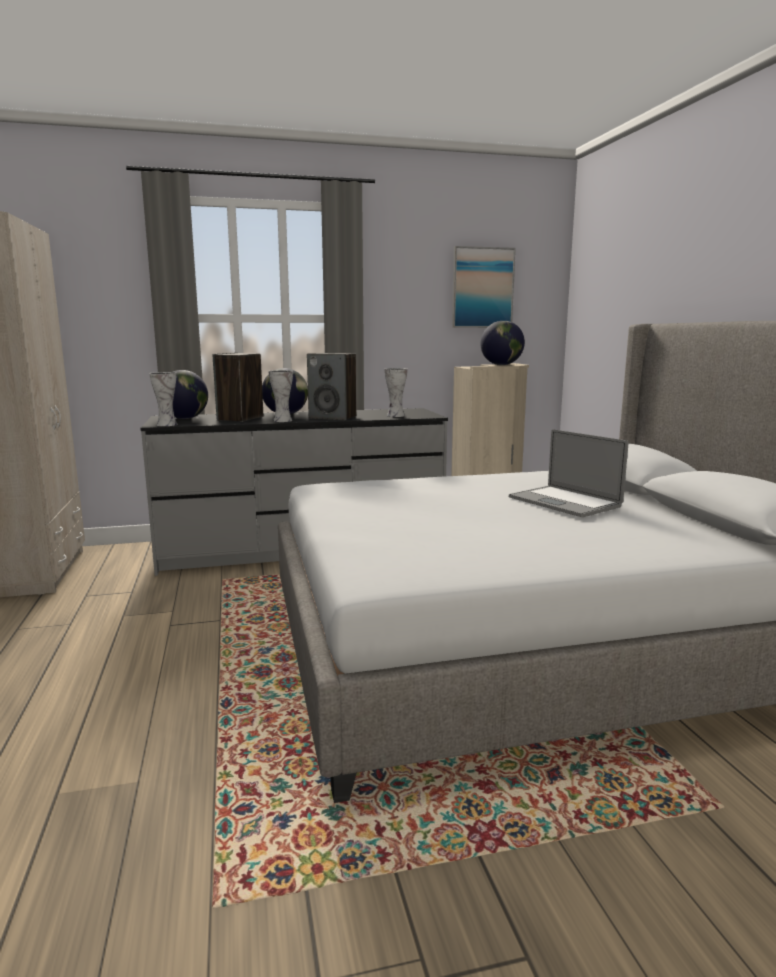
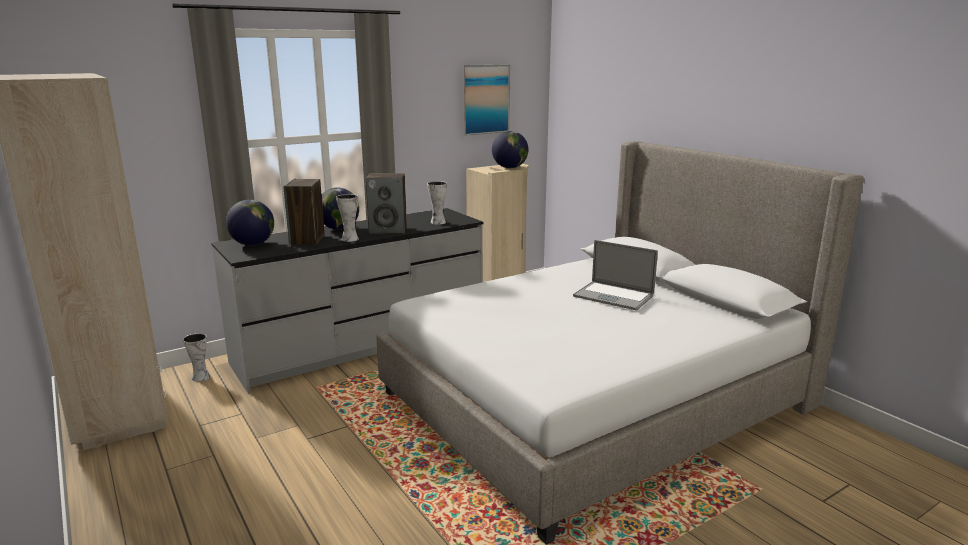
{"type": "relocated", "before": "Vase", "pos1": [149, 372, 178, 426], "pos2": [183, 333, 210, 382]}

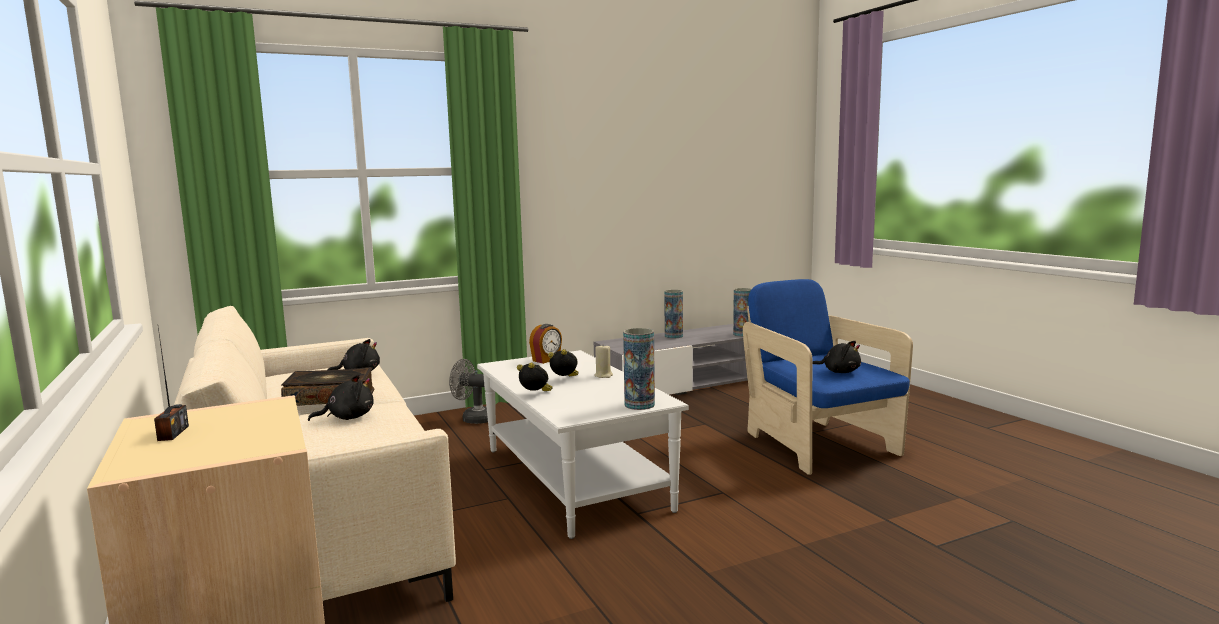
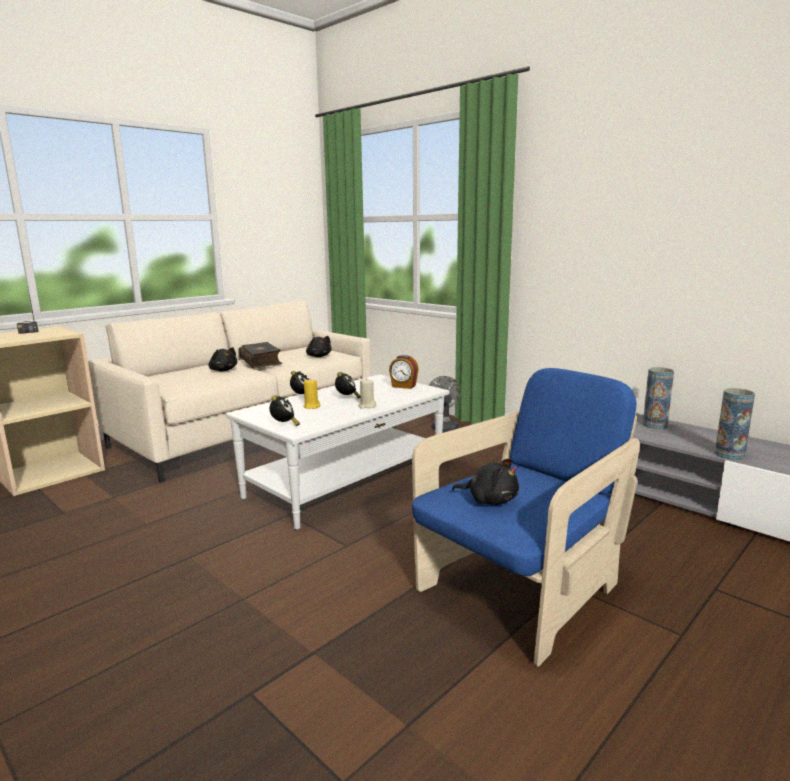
{"type": "exchanged", "before": "Vase", "after": "Wecker", "pos1": [623, 328, 655, 410], "pos2": [270, 395, 300, 426]}
{"type": "appeared", "after": "Kerze (gelb)", "pos2": [303, 378, 320, 409]}
{"type": "spun", "before": "Plüschtier (schwarz)", "pos1": [813, 341, 861, 373], "pos2": [452, 458, 519, 505], "turn": -75}

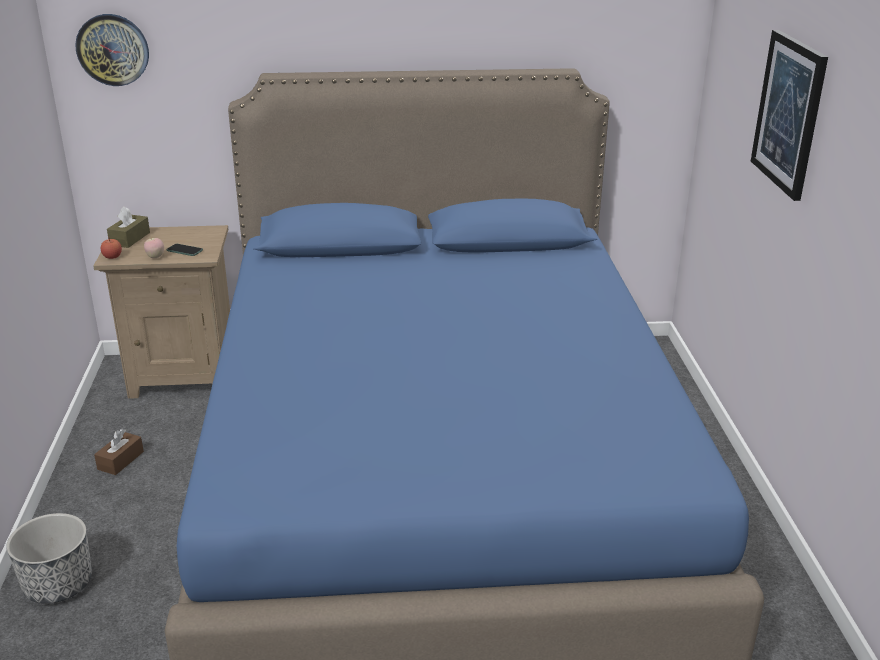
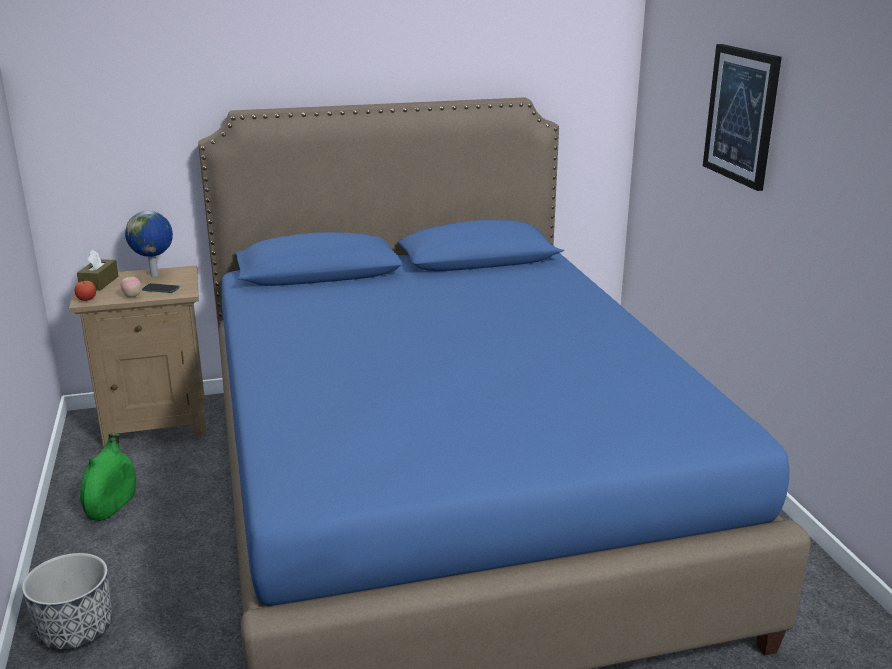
{"type": "exchanged", "before": "Taschentuchbox (braun)", "after": "Vase (grün)", "pos1": [94, 429, 144, 475], "pos2": [80, 433, 136, 521]}
{"type": "appeared", "after": "Globus", "pos2": [125, 211, 173, 277]}
{"type": "missing", "before": "Wanduhr", "pos1": [75, 14, 149, 86]}

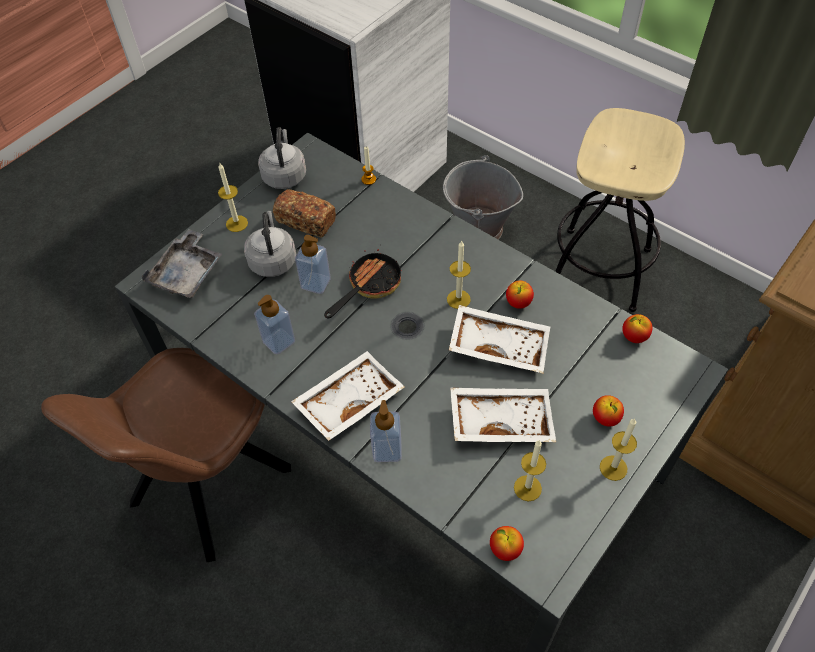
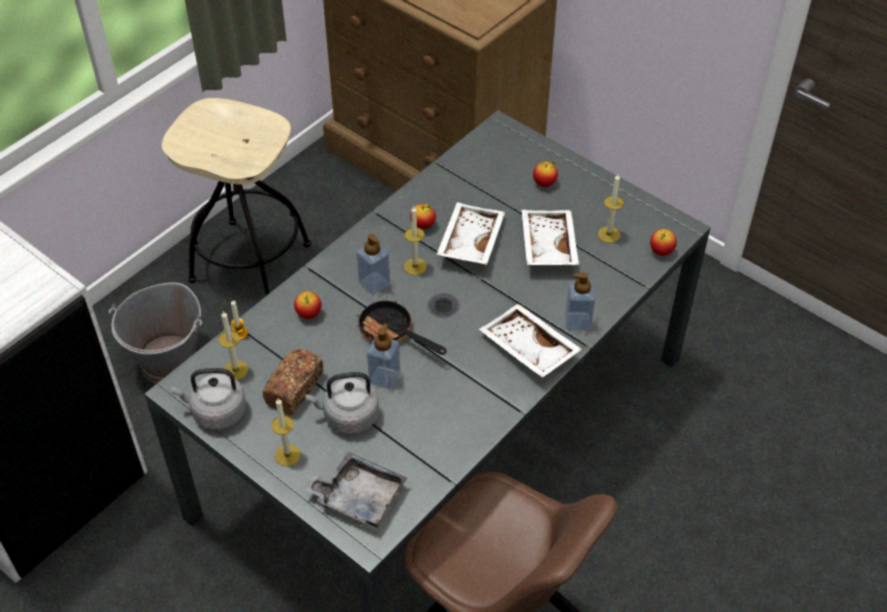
{"type": "relocated", "before": "Kerze", "pos1": [600, 418, 637, 481], "pos2": [218, 311, 248, 380]}
{"type": "relocated", "before": "Apfel", "pos1": [622, 314, 652, 343], "pos2": [294, 291, 321, 319]}
{"type": "relocated", "before": "Seifenspender", "pos1": [254, 295, 295, 355], "pos2": [356, 234, 390, 295]}

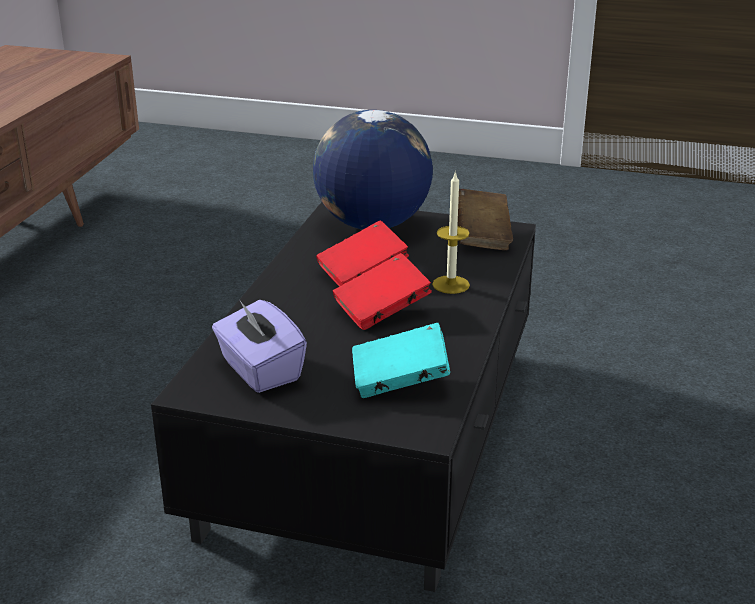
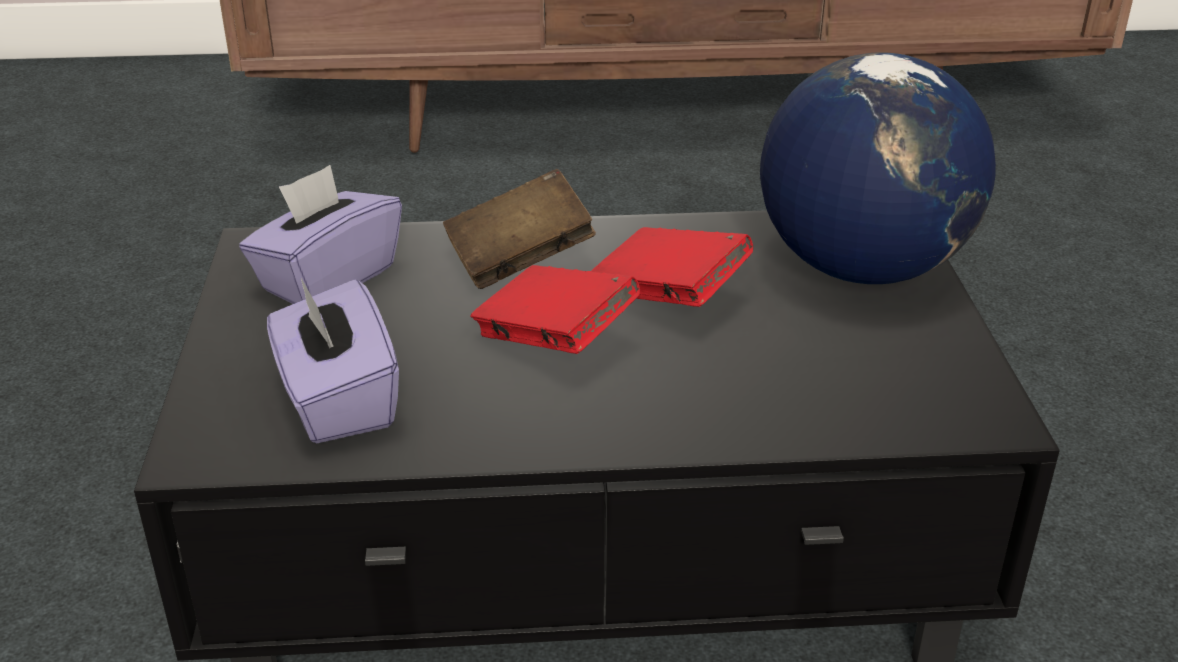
{"type": "exchanged", "before": "Buch (türkis)", "after": "Taschentuchbox (lila)", "pos1": [352, 323, 450, 398], "pos2": [267, 278, 399, 443]}
{"type": "relocated", "before": "Buch (braun)", "pos1": [458, 189, 513, 250], "pos2": [443, 169, 596, 289]}
{"type": "missing", "before": "Kerze", "pos1": [432, 171, 470, 294]}

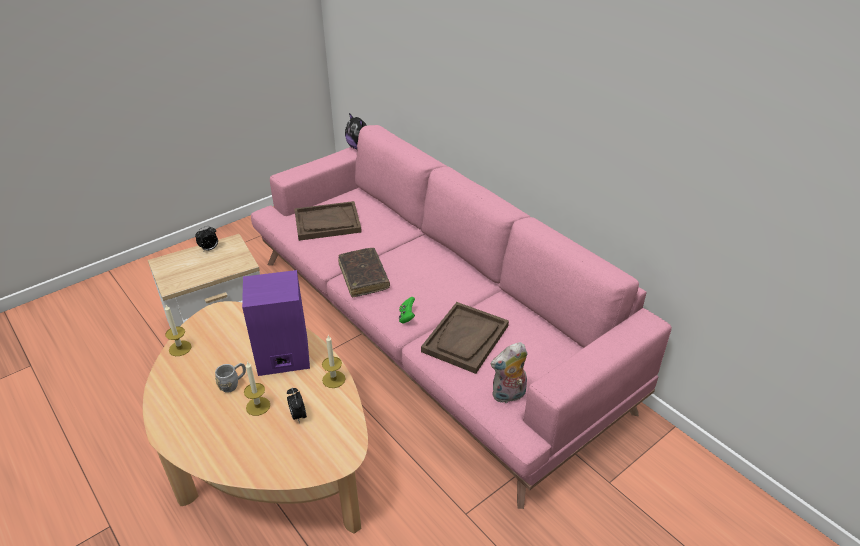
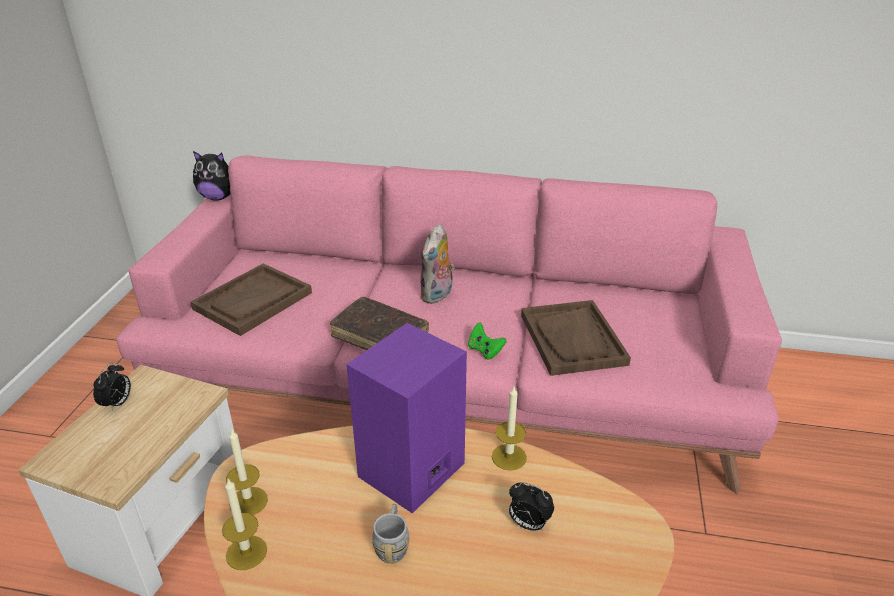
{"type": "relocated", "before": "Kerze", "pos1": [244, 361, 270, 416], "pos2": [226, 428, 268, 515]}
{"type": "relocated", "before": "Plüschtier", "pos1": [491, 342, 527, 403], "pos2": [420, 224, 455, 304]}

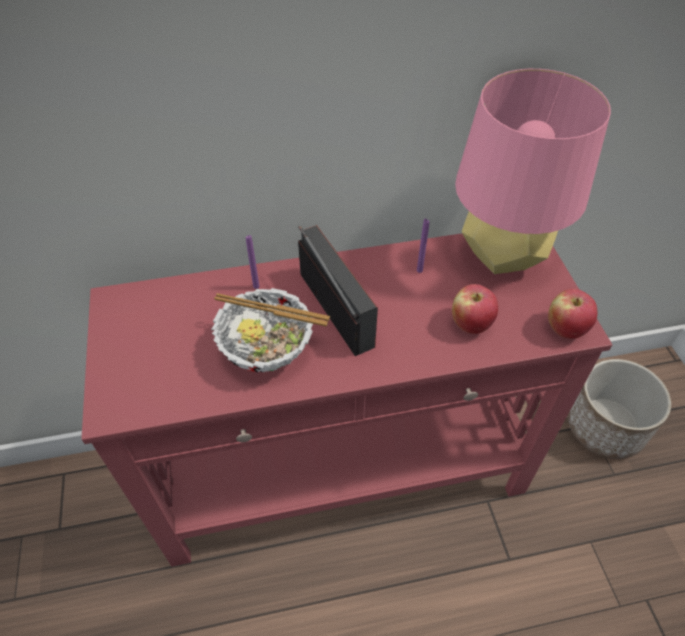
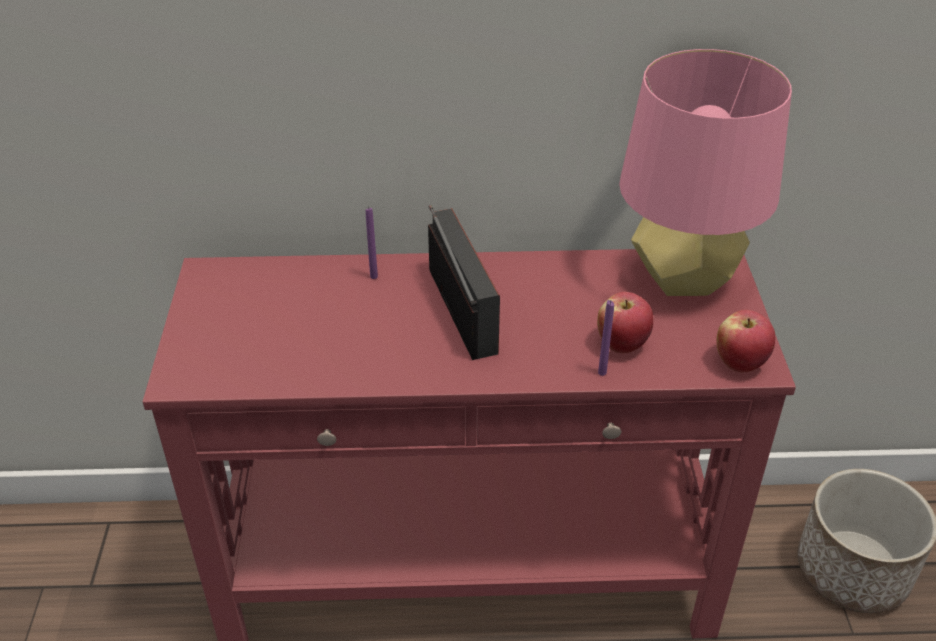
{"type": "relocated", "before": "Kerze (lila)", "pos1": [417, 219, 429, 273], "pos2": [598, 300, 614, 376]}
{"type": "missing", "before": "Schüssel", "pos1": [211, 288, 330, 372]}

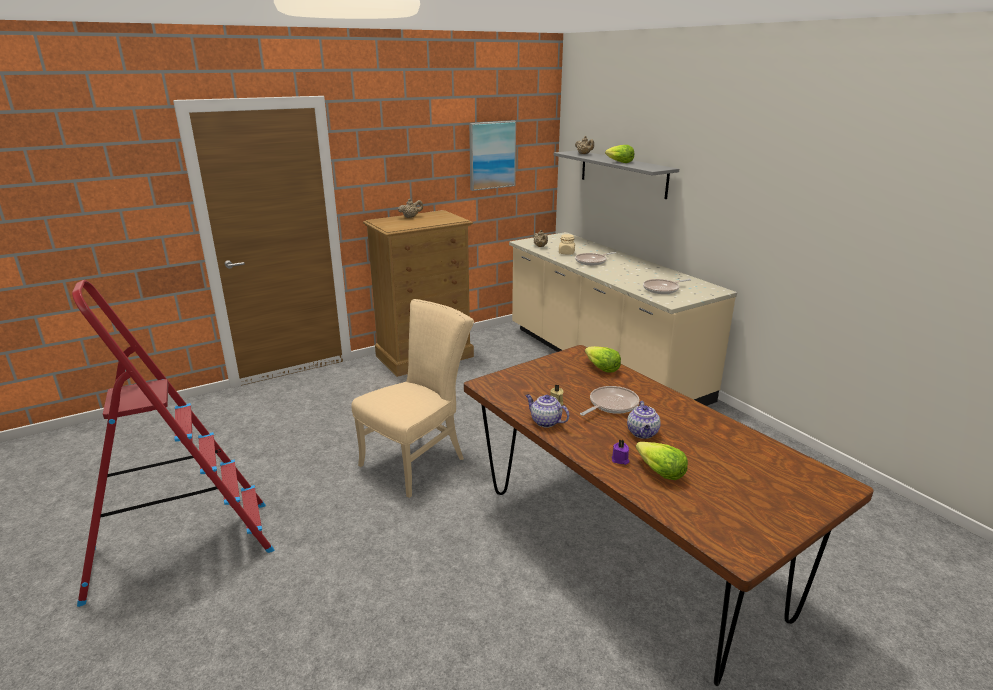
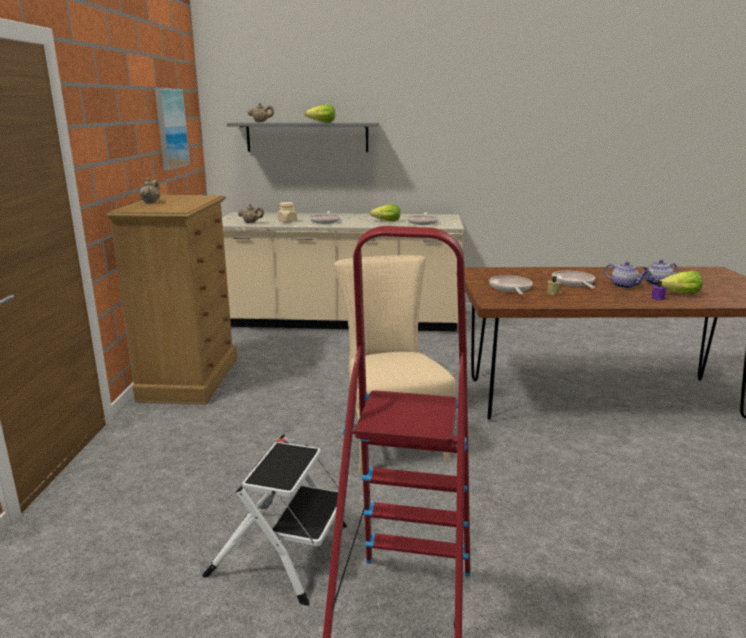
{"type": "appeared", "after": "Trittleiter", "pos2": [202, 434, 347, 606]}
{"type": "relocated", "before": "Salatkopf", "pos1": [585, 346, 621, 373], "pos2": [370, 204, 400, 221]}
{"type": "appeared", "after": "Pfanne", "pos2": [489, 275, 532, 294]}
{"type": "relocated", "before": "Teekanne", "pos1": [525, 394, 569, 428], "pos2": [643, 260, 678, 285]}

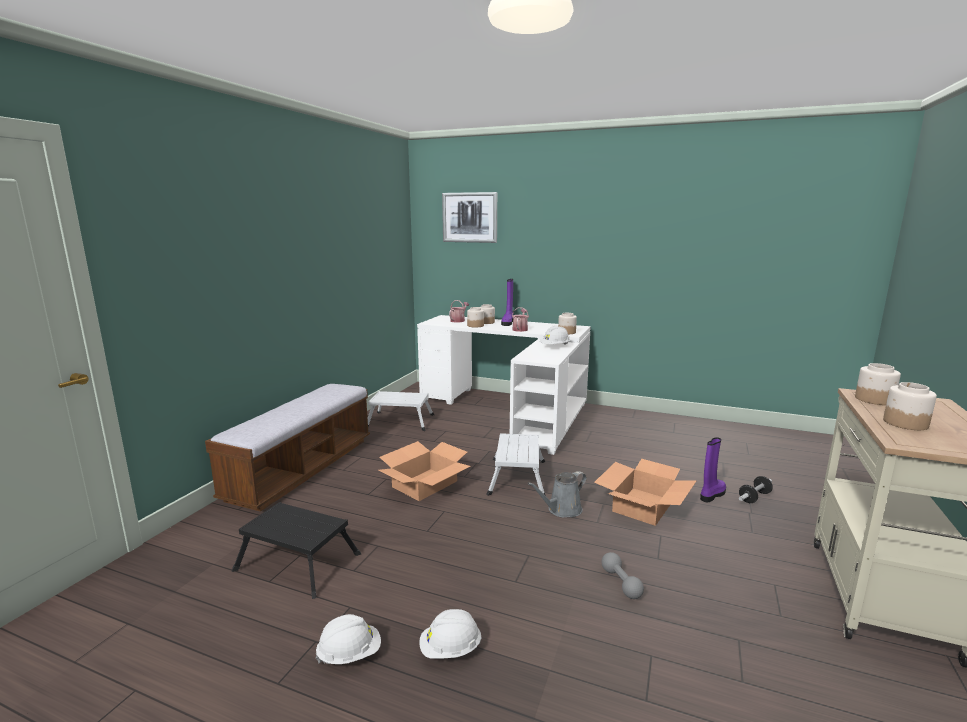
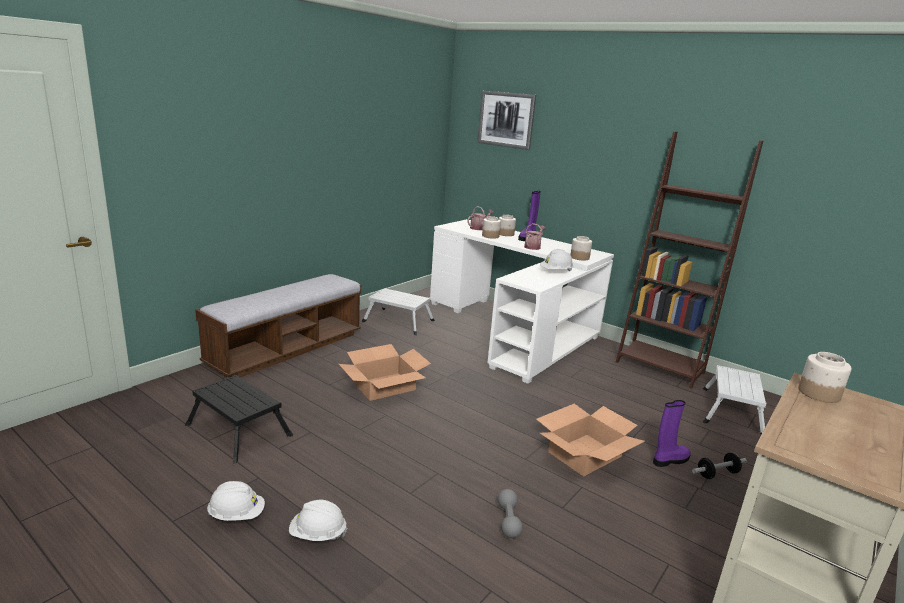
{"type": "appeared", "after": "Bücherregal (braun)", "pos2": [616, 132, 763, 388]}
{"type": "relocated", "before": "Trittleiter (weiß)", "pos1": [486, 433, 546, 496], "pos2": [703, 365, 766, 435]}
{"type": "missing", "before": "Gießkanne (grau)", "pos1": [528, 471, 587, 517]}
{"type": "missing", "before": "Vorratsglas", "pos1": [883, 382, 937, 430]}

